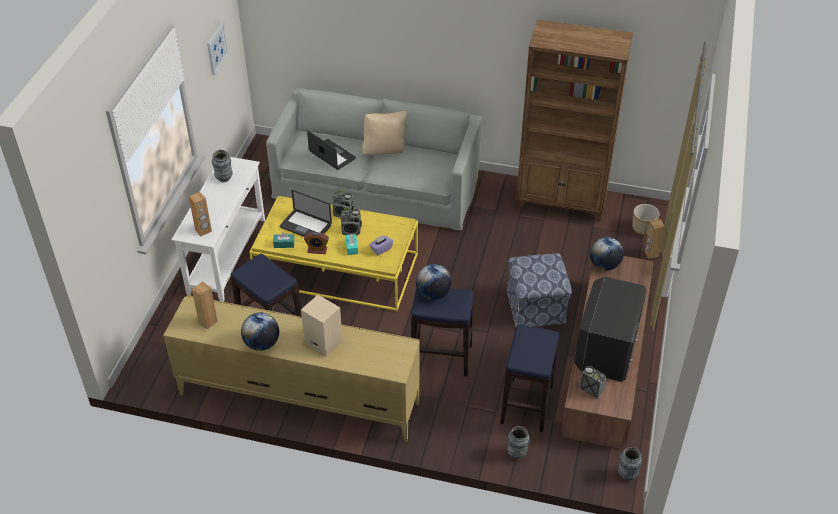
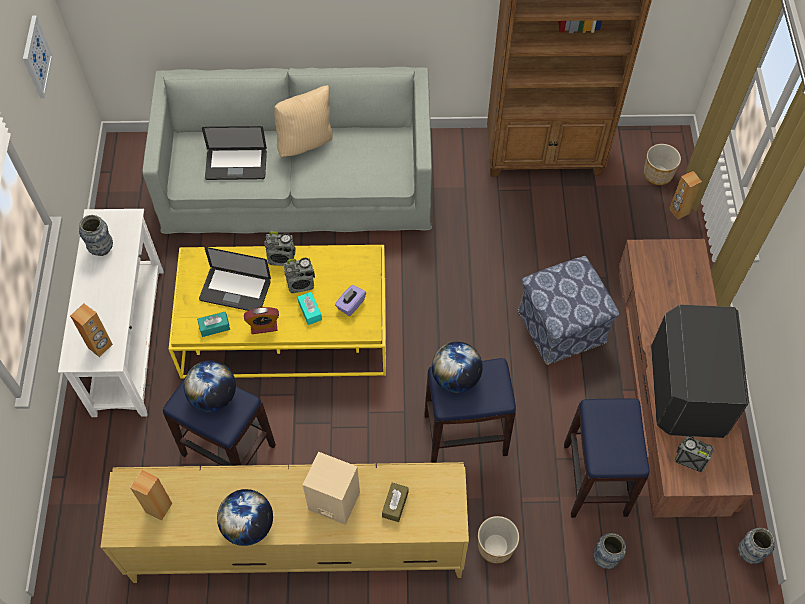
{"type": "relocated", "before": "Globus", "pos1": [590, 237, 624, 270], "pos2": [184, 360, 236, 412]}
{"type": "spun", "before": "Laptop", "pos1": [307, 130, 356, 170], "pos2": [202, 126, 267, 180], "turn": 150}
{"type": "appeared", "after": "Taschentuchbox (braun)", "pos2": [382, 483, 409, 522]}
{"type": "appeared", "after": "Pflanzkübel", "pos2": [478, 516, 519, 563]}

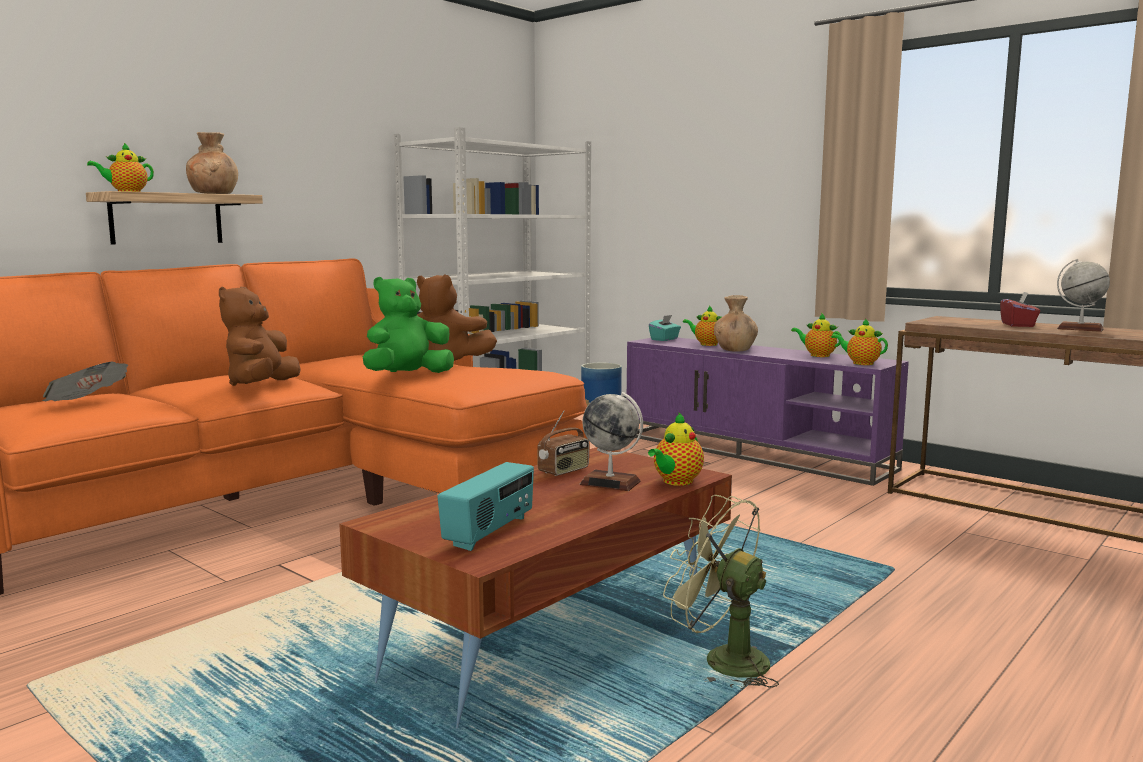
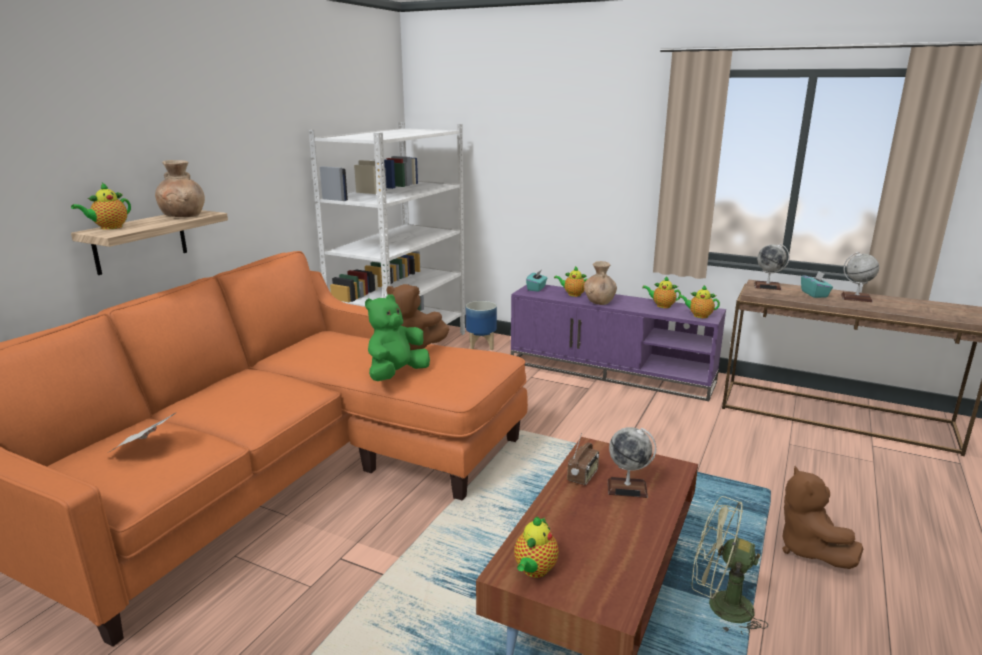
{"type": "relocated", "before": "Teekanne", "pos1": [648, 413, 704, 486], "pos2": [514, 516, 559, 578]}
{"type": "appeared", "after": "Globus", "pos2": [754, 243, 790, 290]}
{"type": "relocated", "before": "Plüschtier (braun)", "pos1": [219, 287, 301, 386], "pos2": [782, 466, 863, 569]}
{"type": "colour", "before": "Taschentuchbox (rot)", "after": "Taschentuchbox (türkis)", "pos1": [1000, 292, 1040, 327], "pos2": [801, 271, 833, 298]}
{"type": "missing", "before": "Radio", "pos1": [437, 462, 534, 551]}

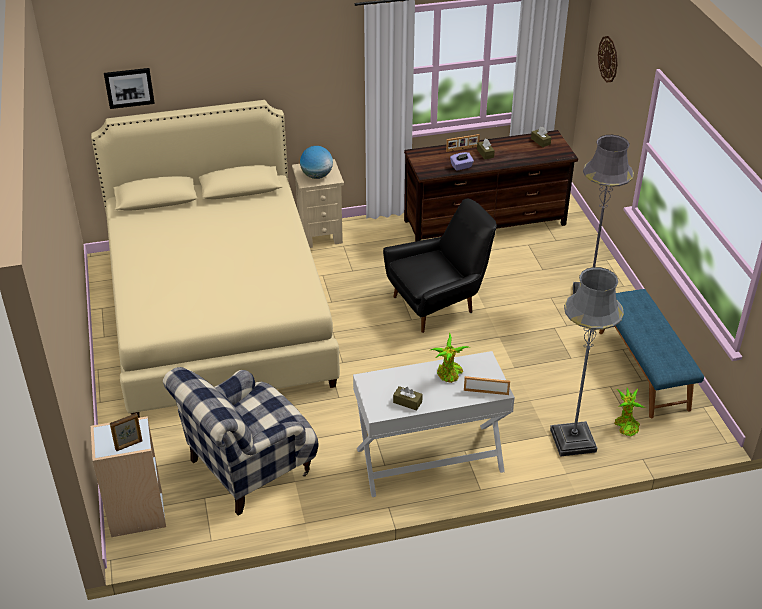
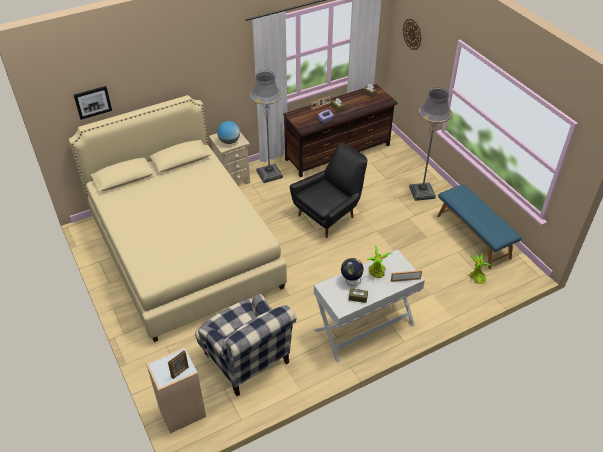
{"type": "spun", "before": "Sessel", "pos1": [163, 367, 318, 516], "pos2": [195, 294, 297, 396], "turn": -75}
{"type": "relocated", "before": "Stehlampe (grau)", "pos1": [550, 267, 624, 457], "pos2": [250, 70, 283, 183]}
{"type": "appeared", "after": "Globus", "pos2": [341, 258, 364, 286]}

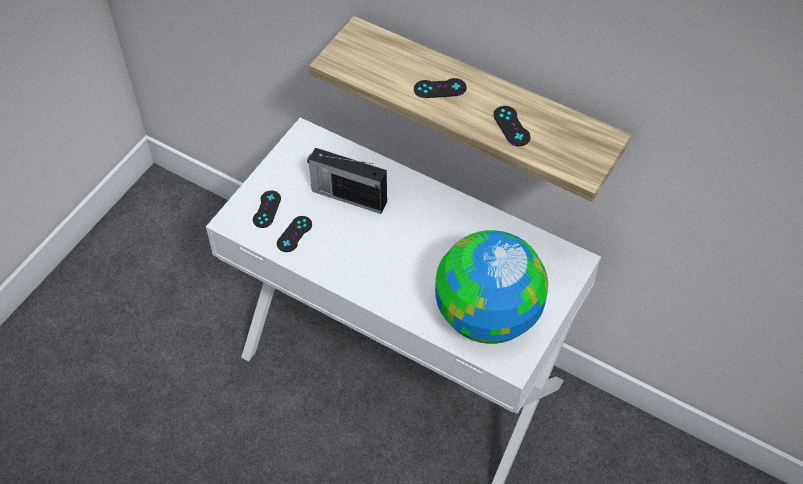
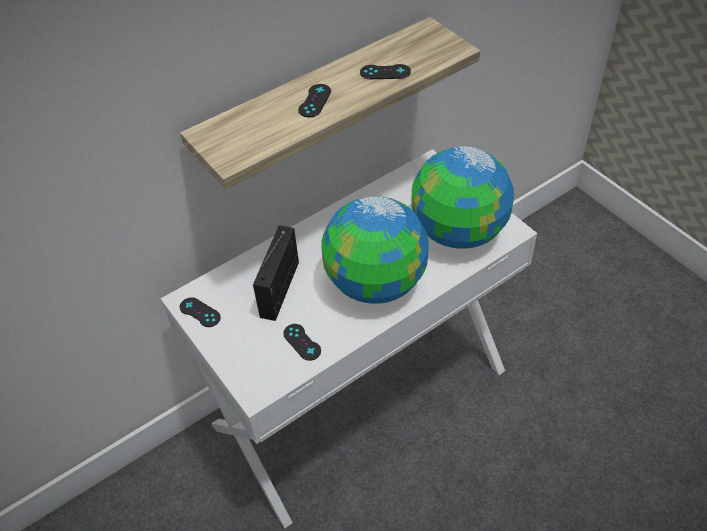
{"type": "relocated", "before": "Gamepad (schwarz)", "pos1": [253, 190, 281, 228], "pos2": [180, 297, 221, 327]}
{"type": "spun", "before": "Radio", "pos1": [307, 148, 387, 214], "pos2": [253, 225, 299, 321], "turn": 150}
{"type": "appeared", "after": "Globus", "pos2": [321, 196, 429, 304]}

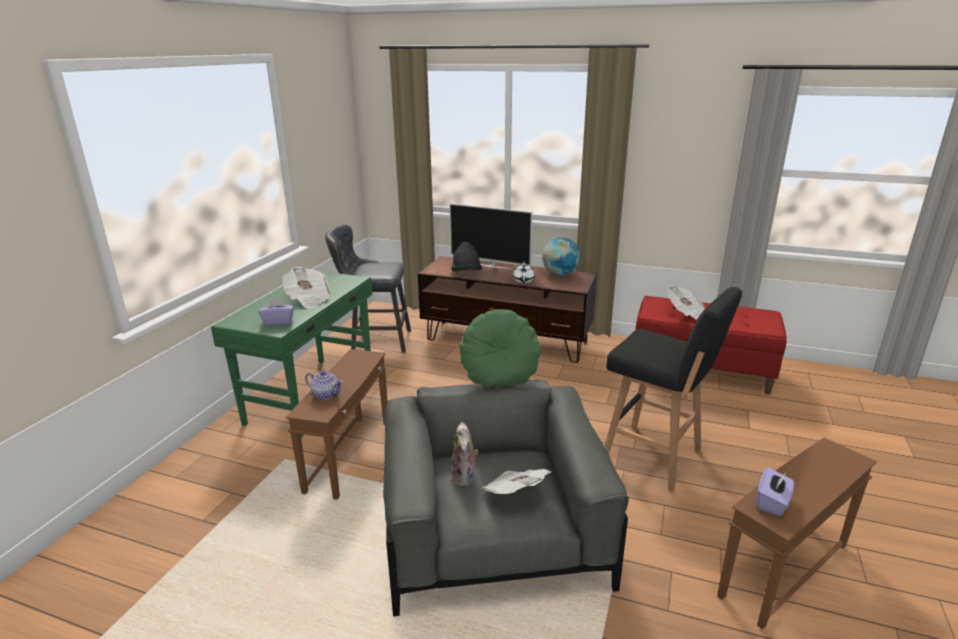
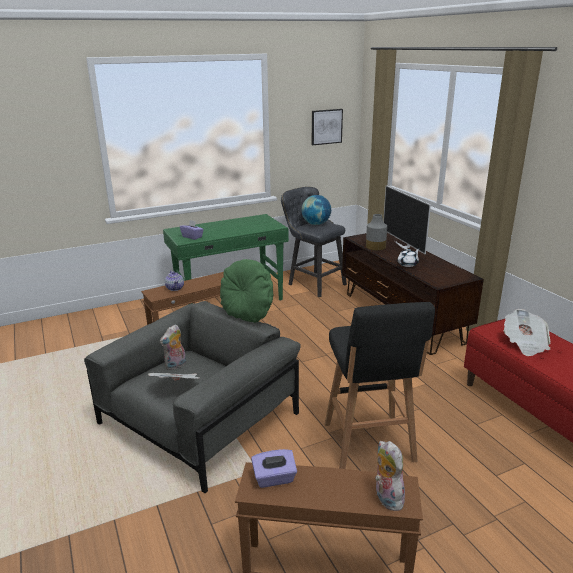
{"type": "relocated", "before": "Globus", "pos1": [542, 237, 580, 275], "pos2": [302, 195, 331, 225]}
{"type": "appeared", "after": "Bild", "pos2": [312, 109, 343, 145]}
{"type": "exchanged", "before": "Hut (schwarz)", "after": "Vase (grau)", "pos1": [451, 242, 482, 271], "pos2": [366, 214, 387, 251]}
{"type": "appeared", "after": "Plüschtier", "pos2": [375, 441, 405, 511]}
{"type": "missing", "before": "Zeitung", "pos1": [282, 267, 331, 308]}

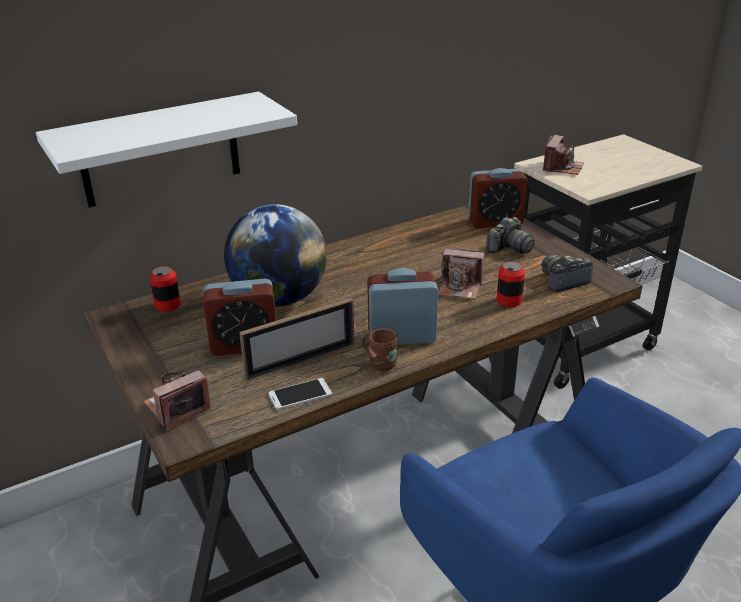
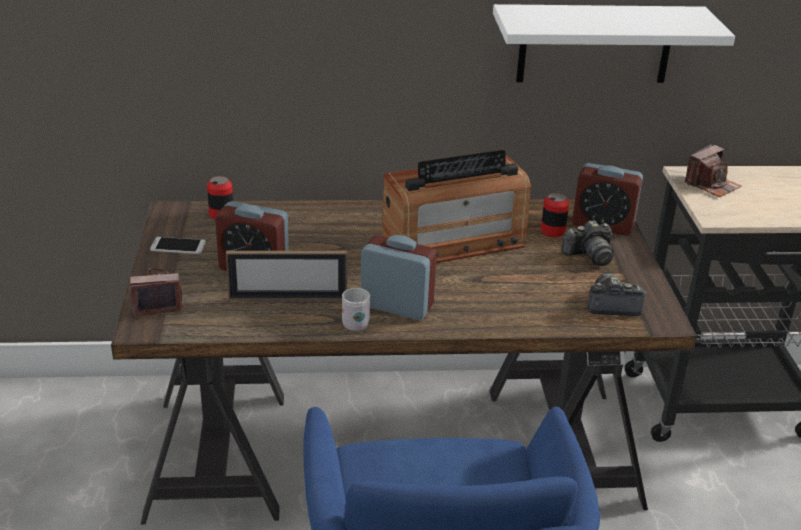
{"type": "relocated", "before": "Handy", "pos1": [269, 378, 332, 410], "pos2": [150, 237, 206, 254]}
{"type": "colour", "before": "Henkelbecher (braun)", "after": "Henkelbecher (weiß)", "pos1": [362, 328, 398, 371], "pos2": [342, 288, 370, 331]}
{"type": "appeared", "after": "Radio", "pos2": [382, 150, 531, 263]}
{"type": "relocated", "before": "Wandregal (weiß)", "pos1": [36, 92, 297, 208], "pos2": [493, 4, 735, 83]}
{"type": "relocated", "before": "Dose", "pos1": [497, 262, 525, 307], "pos2": [541, 193, 569, 237]}
{"type": "missing", "before": "Globus", "pos1": [224, 204, 327, 307]}
{"type": "missing", "before": "Kamera", "pos1": [438, 249, 485, 300]}

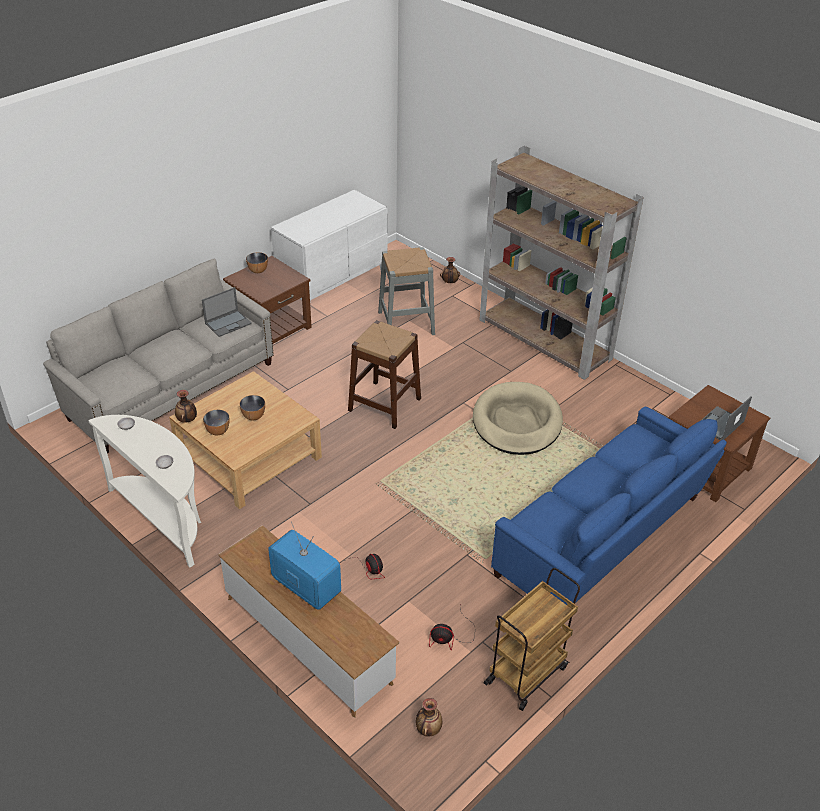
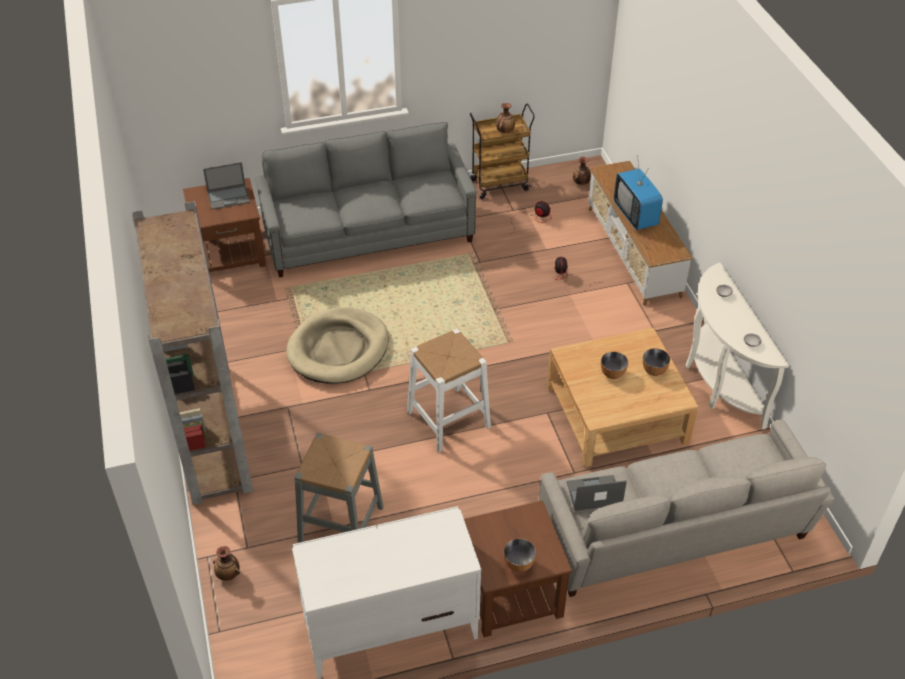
{"type": "colour", "before": "Sofa (blau)", "after": "Sofa (grau)", "pos1": [491, 407, 727, 605], "pos2": [255, 122, 477, 278]}
{"type": "colour", "before": "Hocker (braun)", "after": "Hocker (weiß)", "pos1": [348, 320, 421, 429], "pos2": [407, 329, 491, 452]}
{"type": "relocated", "before": "Vase", "pos1": [175, 390, 197, 423], "pos2": [496, 103, 515, 133]}

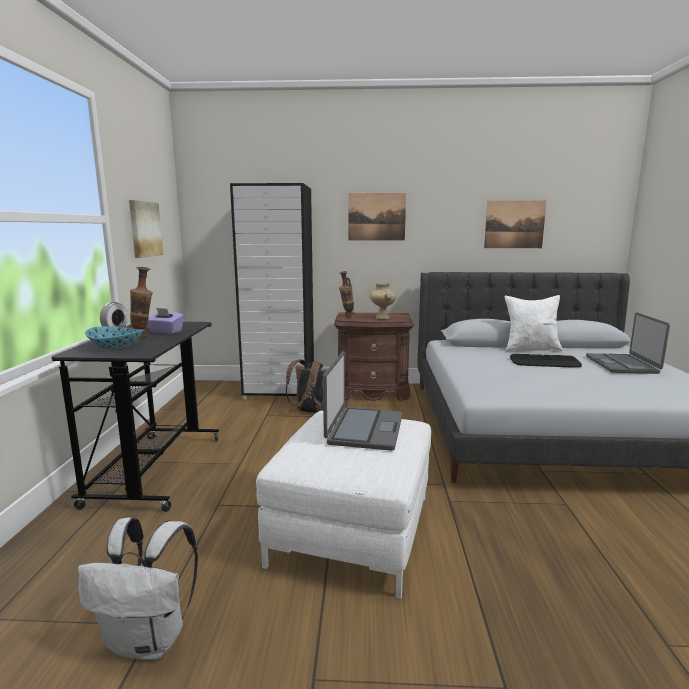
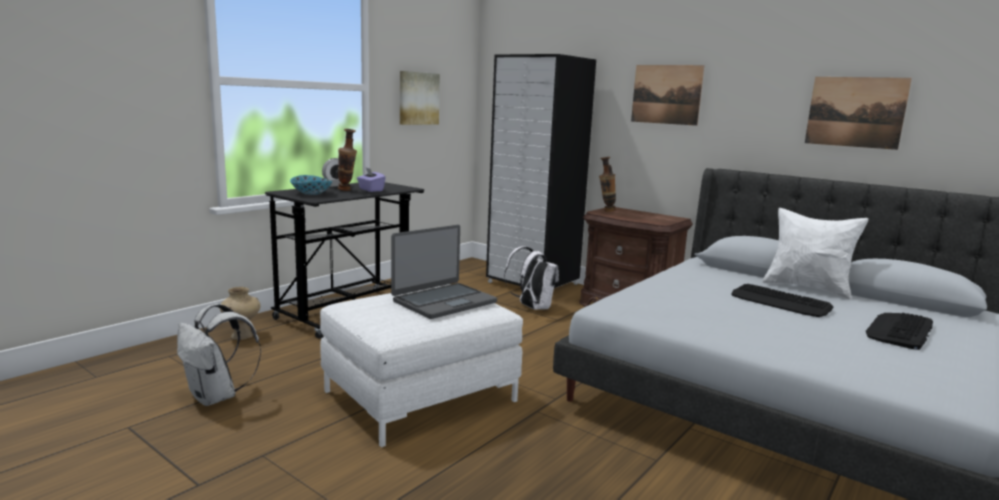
{"type": "relocated", "before": "Vase (beige)", "pos1": [370, 283, 396, 319], "pos2": [220, 287, 260, 340]}
{"type": "colour", "before": "Rucksack (braun)", "after": "Rucksack (weiß)", "pos1": [286, 359, 327, 413], "pos2": [504, 246, 559, 310]}
{"type": "exchanged", "before": "Laptop", "after": "Tastatur", "pos1": [586, 312, 670, 374], "pos2": [866, 313, 933, 350]}

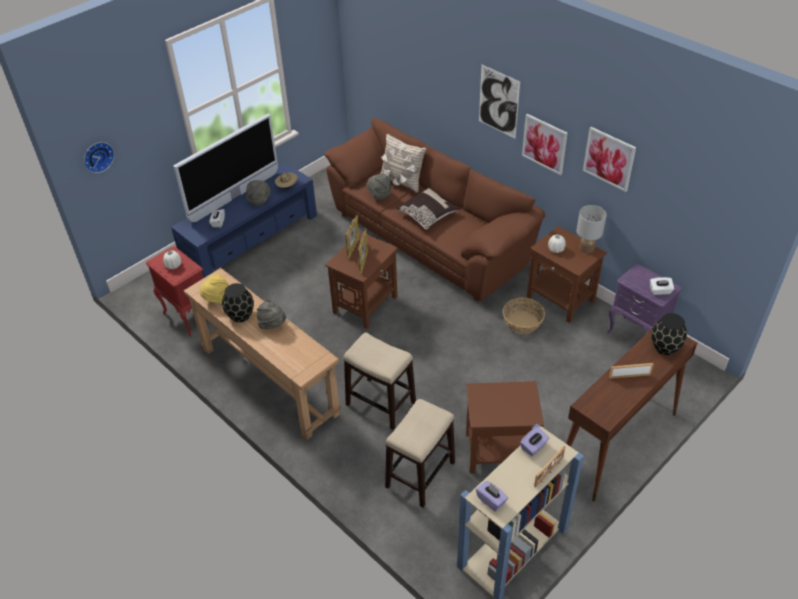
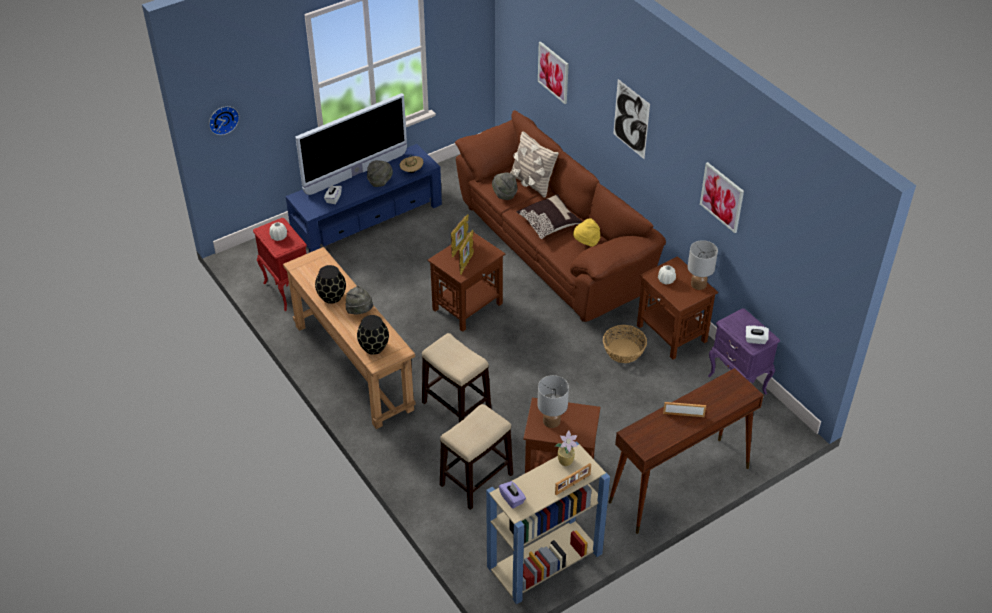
{"type": "relocated", "before": "Vase (schwarz)", "pos1": [651, 313, 687, 355], "pos2": [357, 315, 389, 355]}
{"type": "appeared", "after": "Tischlampe (grau)", "pos2": [537, 375, 569, 428]}
{"type": "relocated", "before": "Bild", "pos1": [522, 114, 568, 175], "pos2": [538, 42, 569, 104]}
{"type": "exchanged", "before": "Taschentuchbox (lila)", "after": "Topfpflanze", "pos1": [520, 426, 549, 456], "pos2": [555, 430, 577, 466]}
{"type": "relocated", "before": "Hut (gelb)", "pos1": [200, 274, 229, 303], "pos2": [573, 218, 600, 247]}

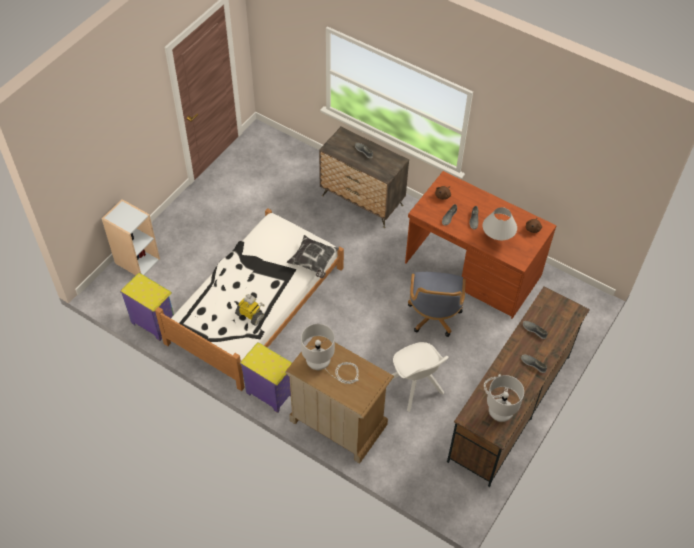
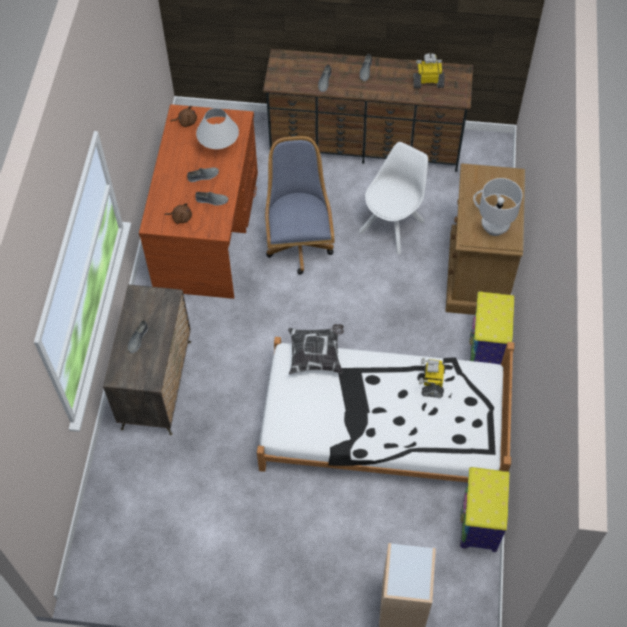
{"type": "spun", "before": "Bürostuhl (blau)", "pos1": [408, 272, 466, 337], "pos2": [265, 136, 334, 275], "turn": -75}
{"type": "exchanged", "before": "Tischlampe (grau)", "after": "Spielzeugroboter", "pos1": [484, 374, 524, 422], "pos2": [413, 53, 445, 88]}

